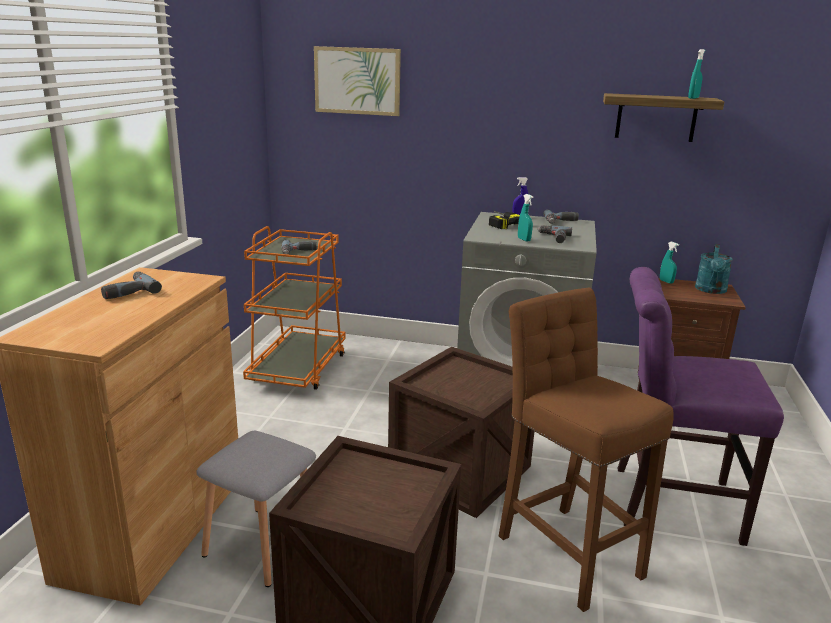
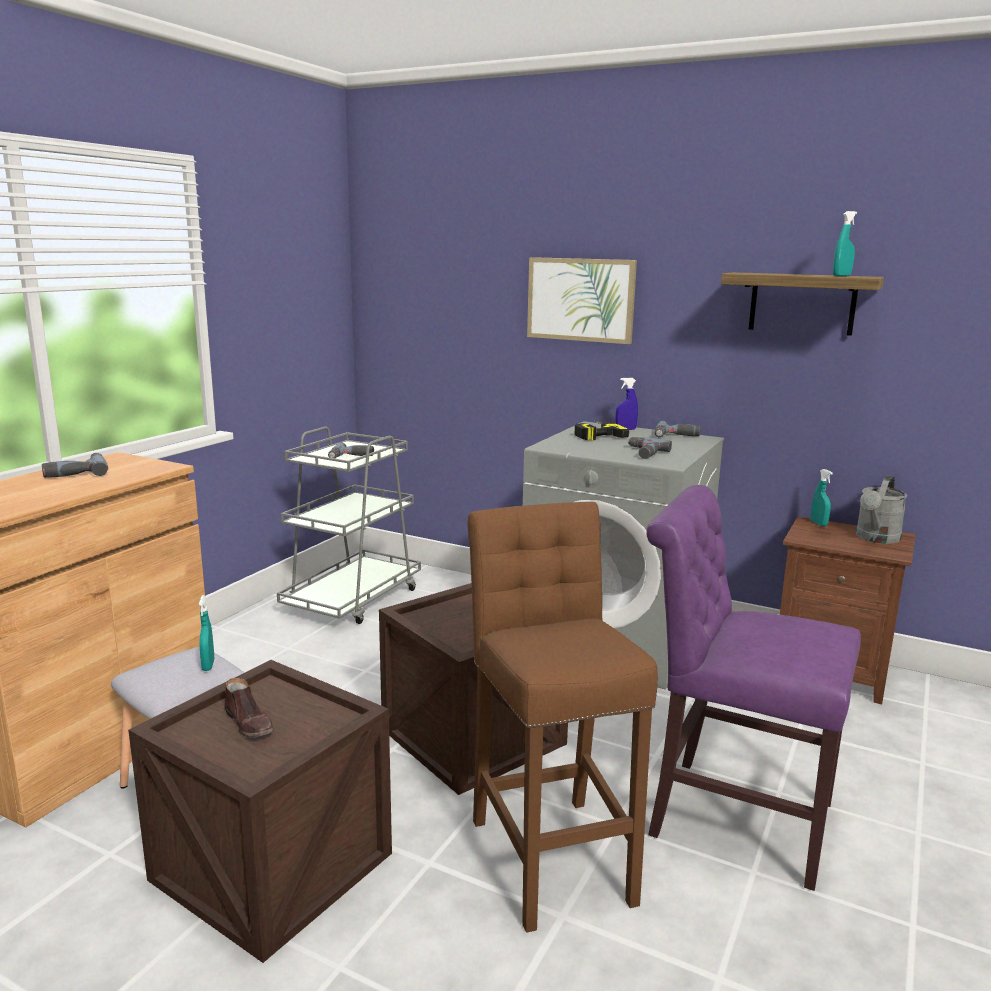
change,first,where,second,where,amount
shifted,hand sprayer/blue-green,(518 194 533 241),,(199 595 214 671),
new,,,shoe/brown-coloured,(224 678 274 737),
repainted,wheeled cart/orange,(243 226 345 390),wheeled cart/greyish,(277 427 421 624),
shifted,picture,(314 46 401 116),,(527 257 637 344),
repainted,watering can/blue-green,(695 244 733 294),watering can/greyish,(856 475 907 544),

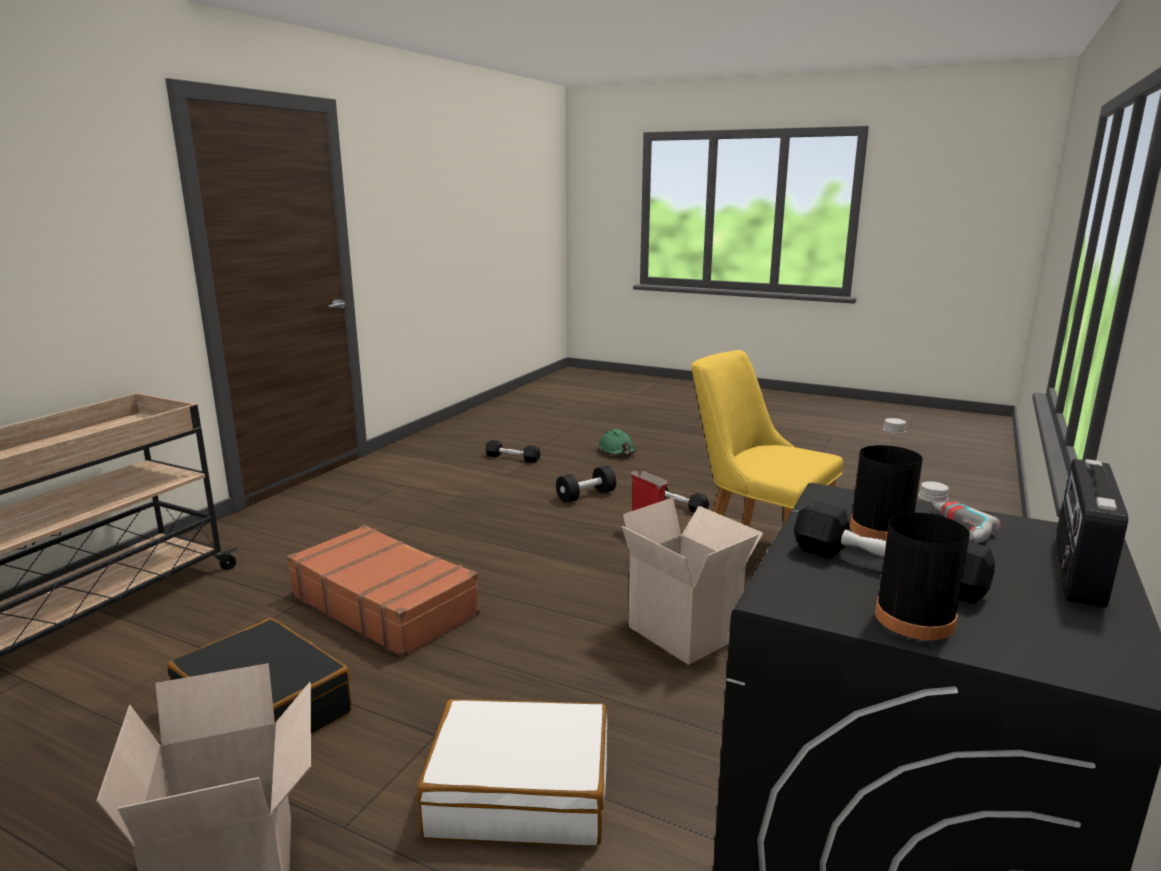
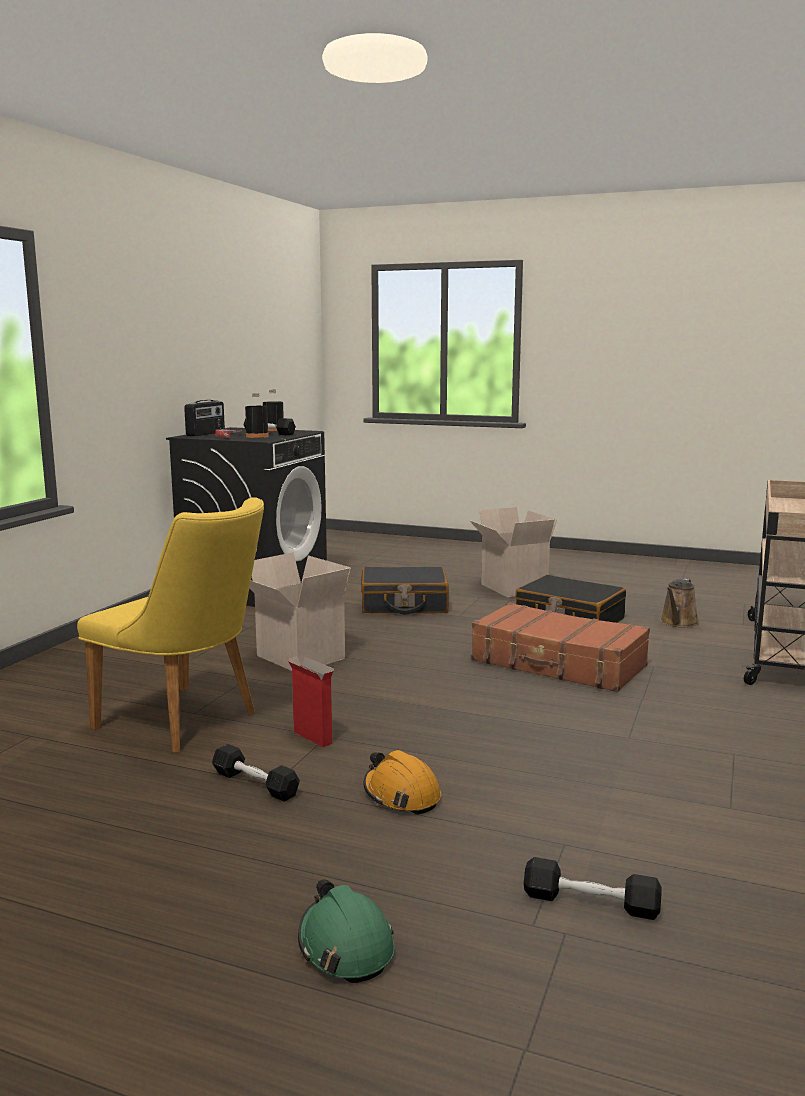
change,first,where,second,where,amount
repainted,piece of luggage/white,(417 699 607 846),piece of luggage/black,(361 567 449 614),
swapped,dumbbell/black,(556 466 616 503),safety helmet/orange,(364 750 441 815),
new,,,watering can/brown-coloured,(660 579 699 627),

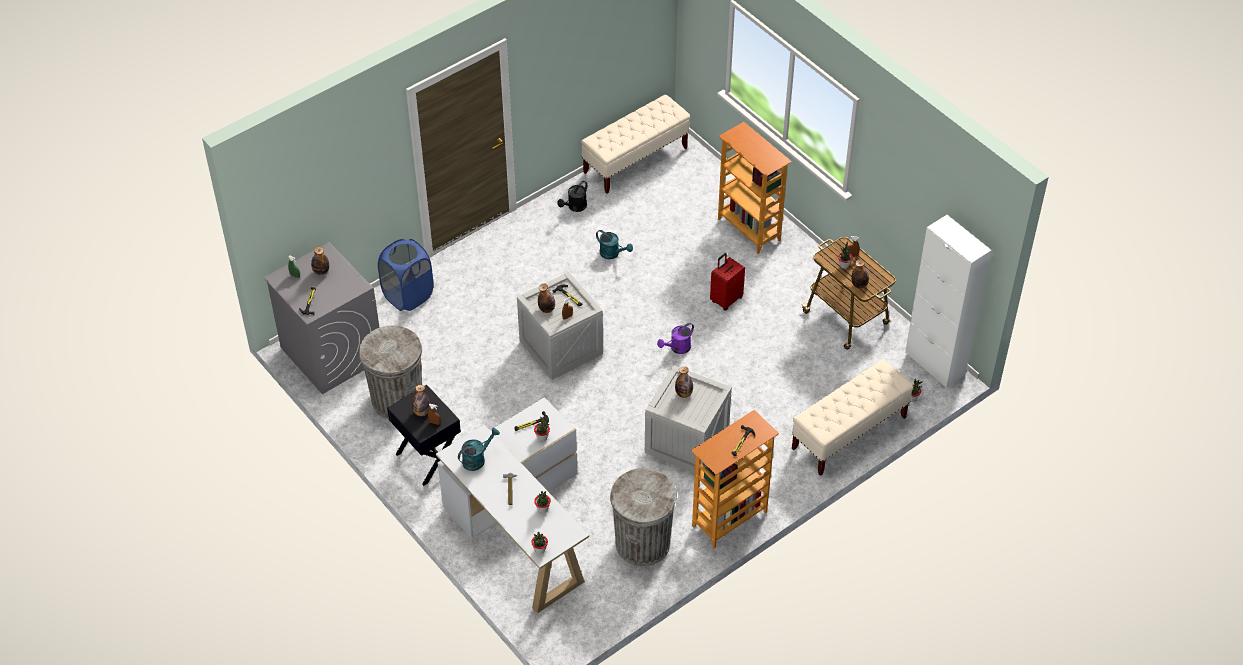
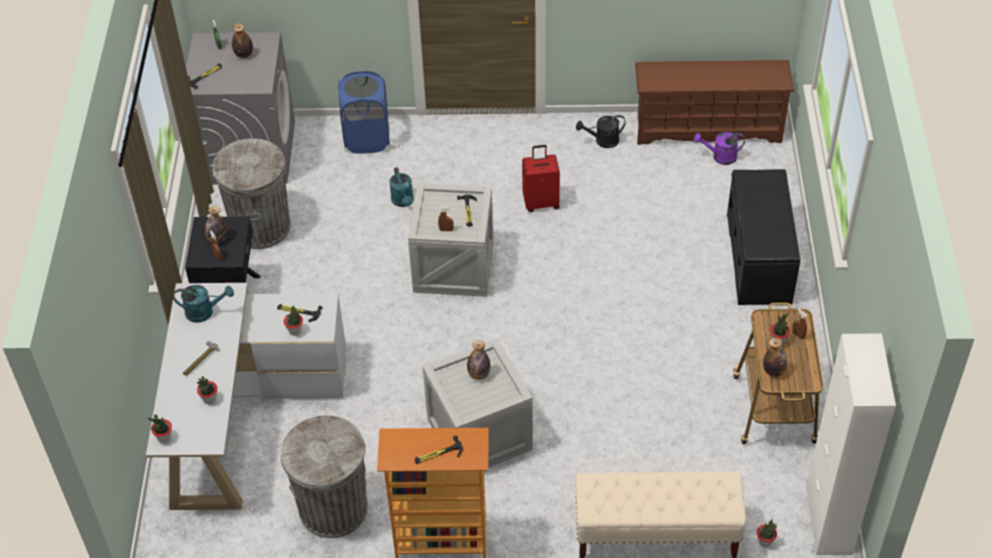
change,first,where,second,where,amount
shifted,watering can/blue-green,(596 230 633 259),,(389 167 414 207),
shifted,piece of luggage/reddish,(710 253 745 311),,(522 145 560 212),
swapped,indoor bench/beige-coloured,(581 95 690 194),shoe stand/brown-coloured,(635 60 794 145),
shifted,watering can/purplish,(657 323 694 354),,(693 132 745 165),
swapped,shelving unit,(718 122 792 254),indoor bench/black,(727 169 800 305),
gone,bottle,(538 283 555 313),,,

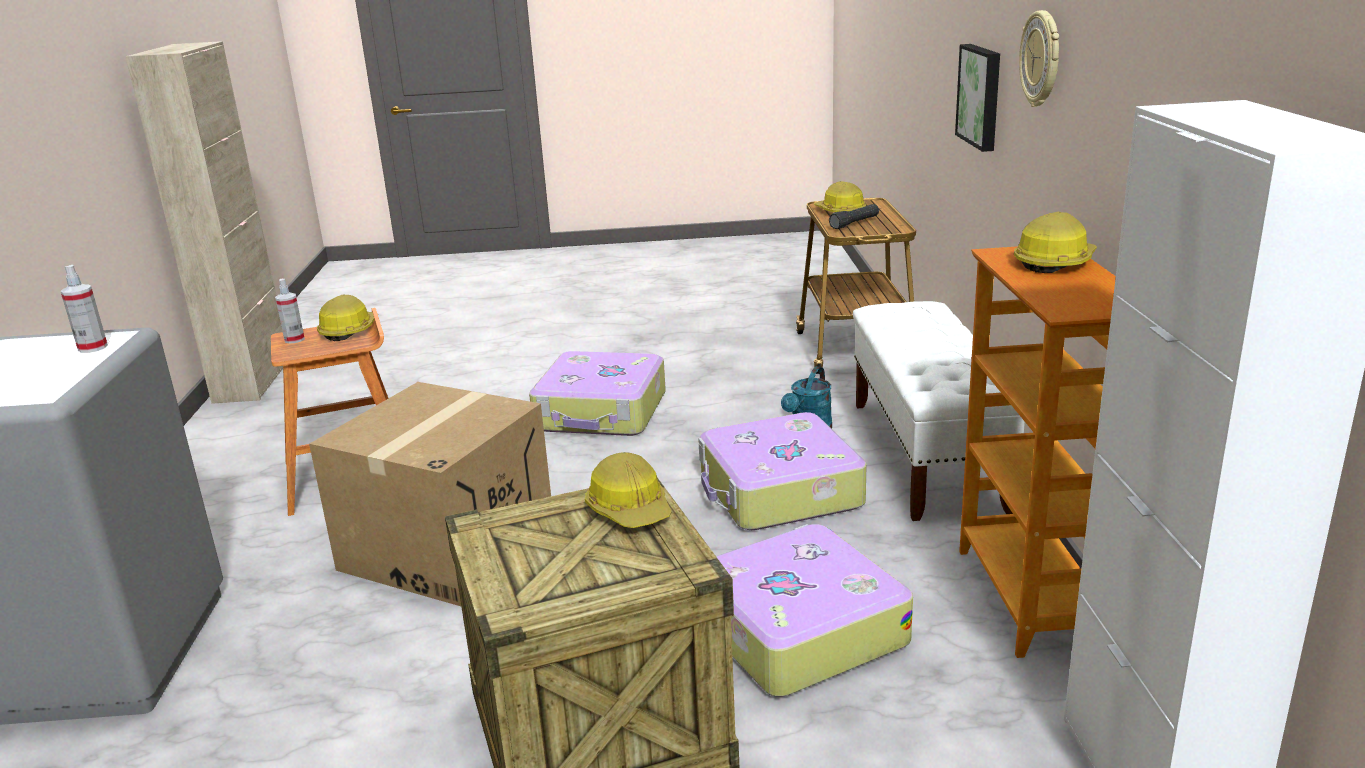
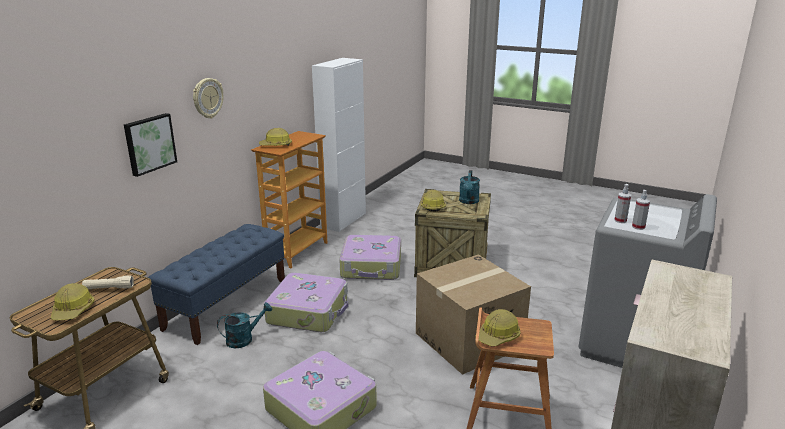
change,first,where,second,where,amount
repainted,flashlight/black,(829 204 879 229),flashlight/beige-coloured,(82 275 134 289),
repainted,indoor bench/white,(853 301 1025 521),indoor bench/bluish,(148 224 285 345),
new,,,watering can/blue-green,(459 170 480 204),
shifted,hand sprayer,(275 279 305 344),,(632 190 650 230),

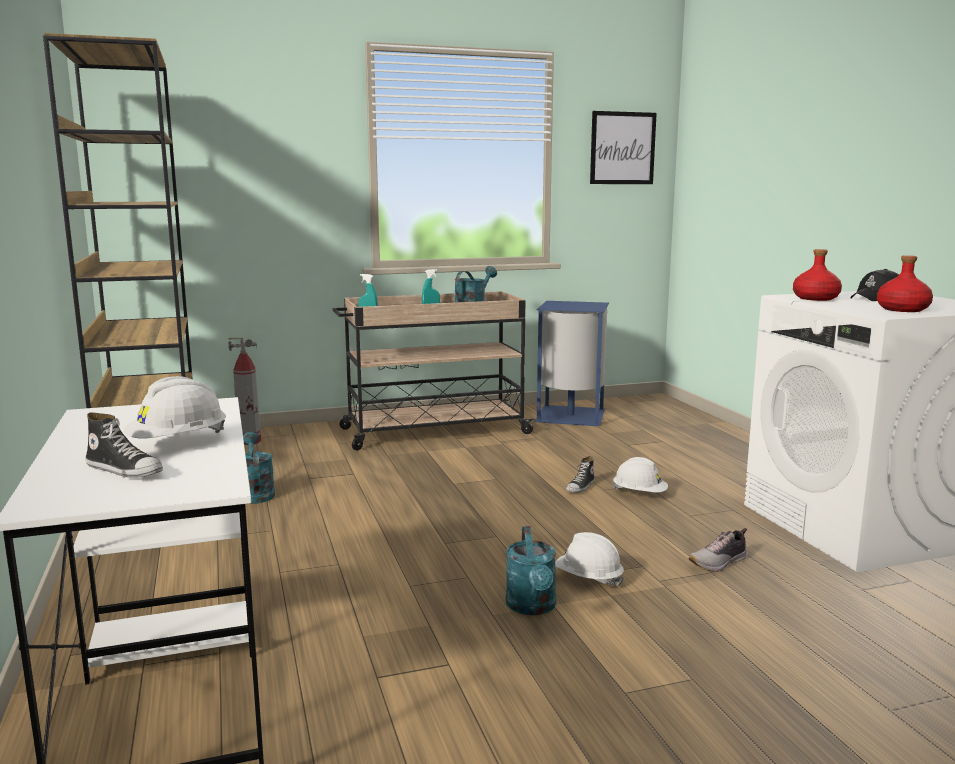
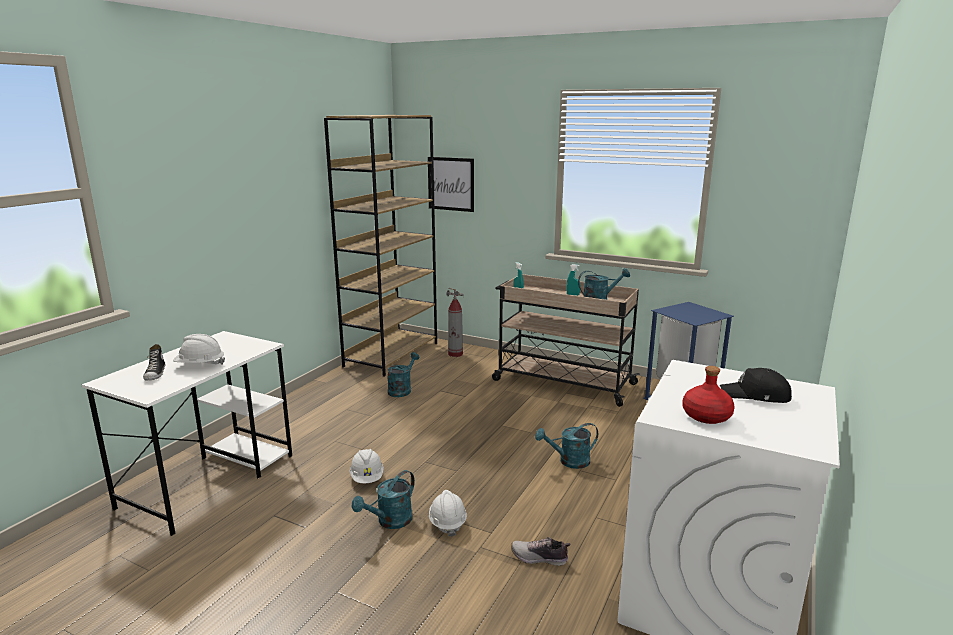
change,first,where,second,where,amount
shifted,safety helmet/white,(612 457 668 493),,(349 449 384 483),
shifted,picture,(590 111 657 184),,(428 157 474 212),
swapped,shoe,(566 456 595 493),watering can/blue-green,(535 423 598 469),
gone,bottle/reddish,(793 249 842 301),,,

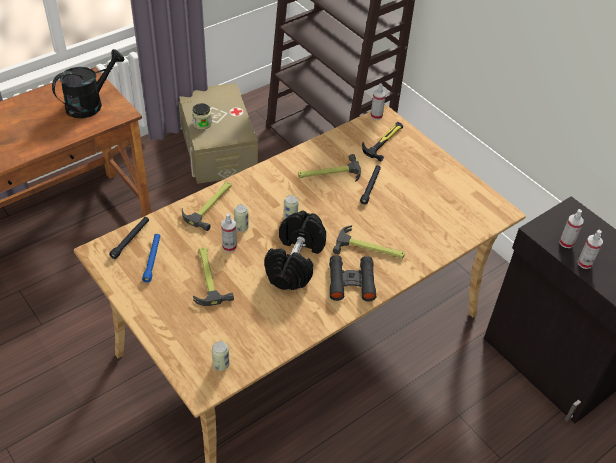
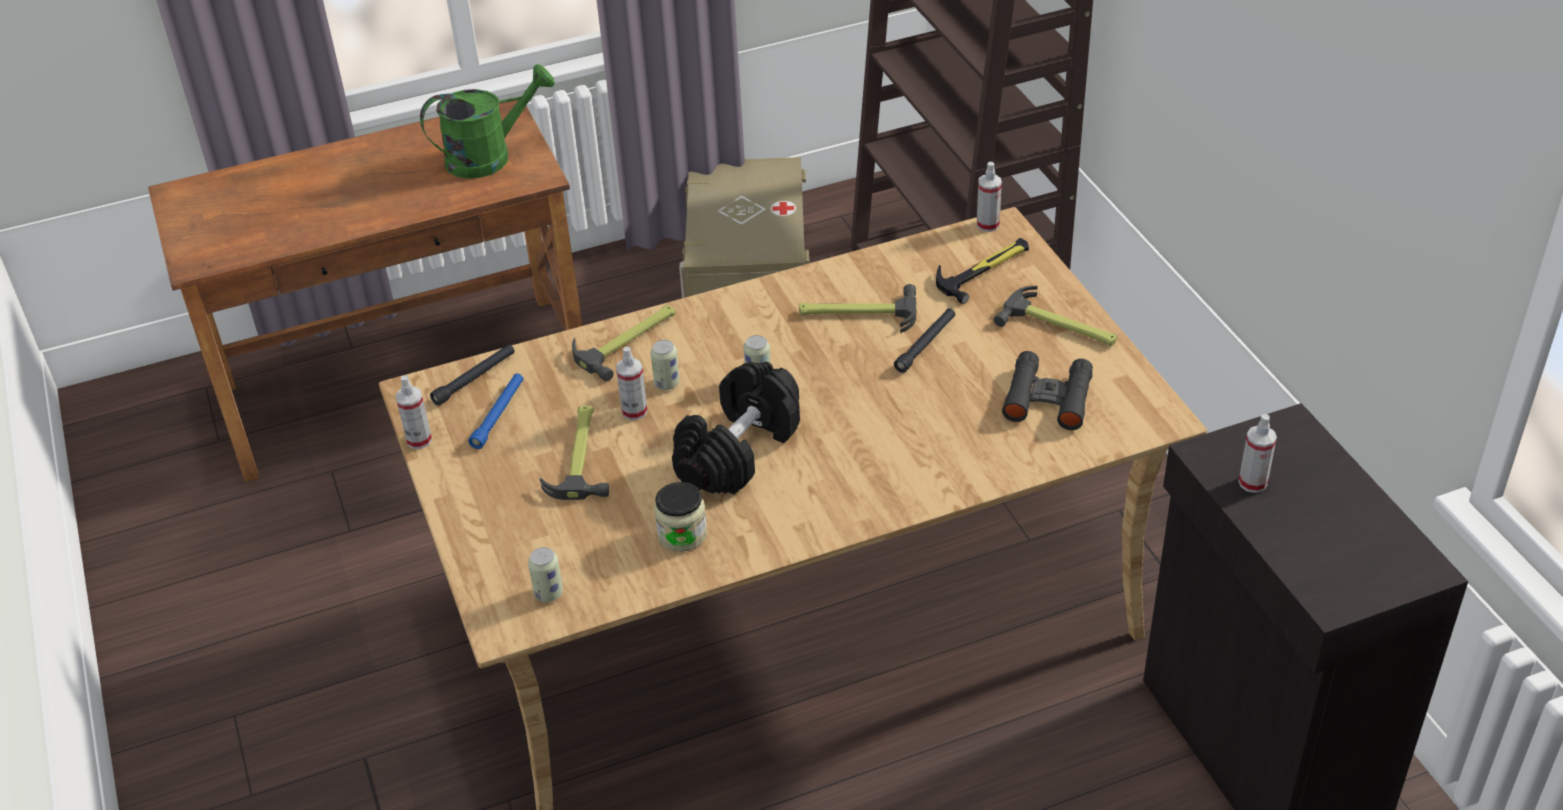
change,first,where,second,where,amount
shifted,hand sprayer,(577 230 603 269),,(395 375 432 449),
repainted,watering can/black,(52 49 125 118),watering can/greenish,(420 64 555 179),
shifted,preserve jar,(192 103 212 130),,(654 482 707 552),
shifted,hammer,(333 225 405 259),,(994 286 1117 346),
shifted,pair of binoculars/black,(329 255 376 301),,(1002 351 1093 430),

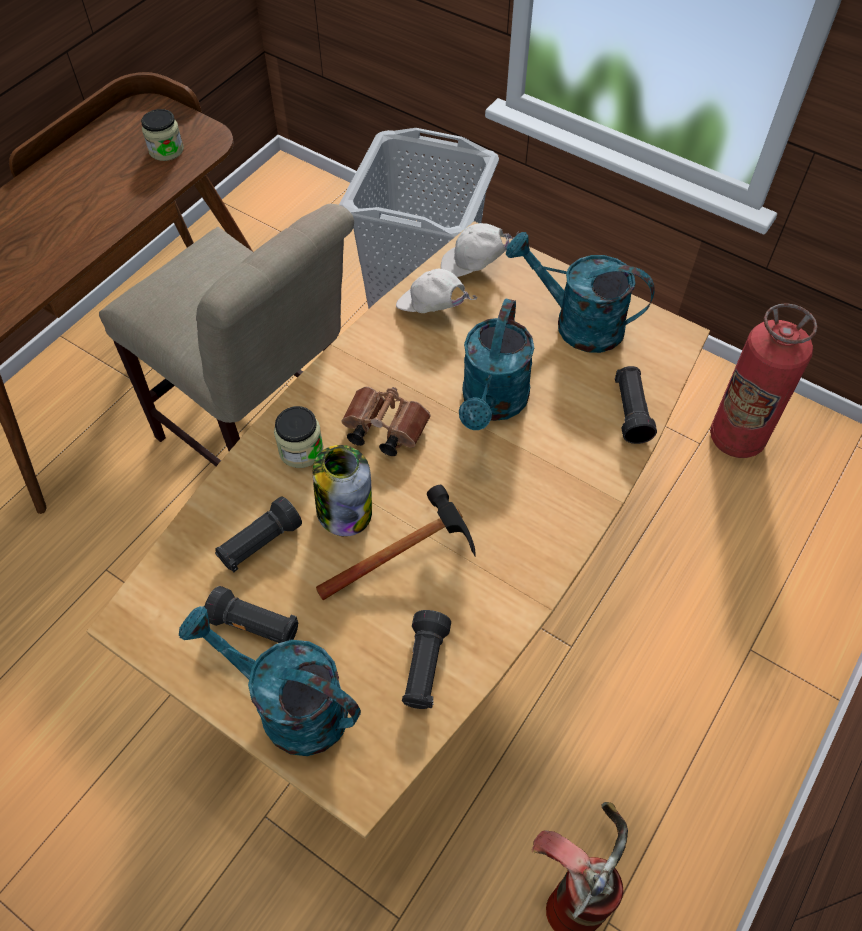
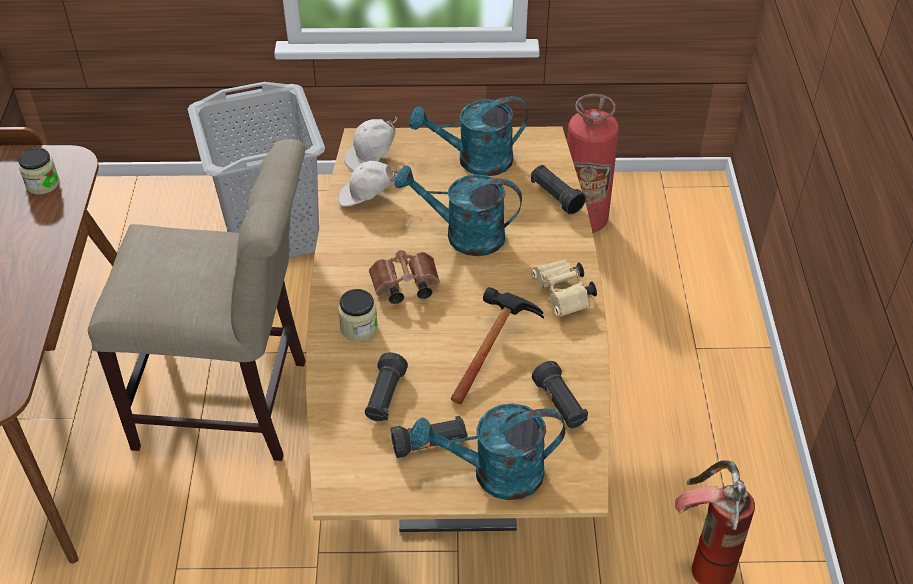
change,first,where,second,where,amount
rotated,watering can/blue-green,(459 299 534 430),,(395 165 522 256),120 degrees clockwise
new,,,pair of binoculars/beige-coloured,(531 259 597 317),
gone,preserve jar,(313 445 372 536),,,

